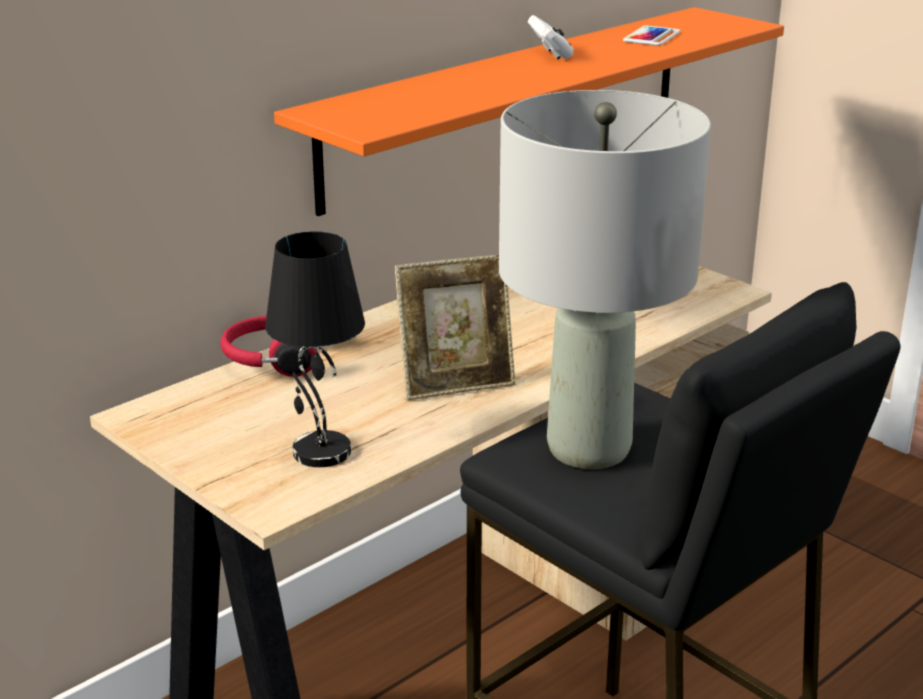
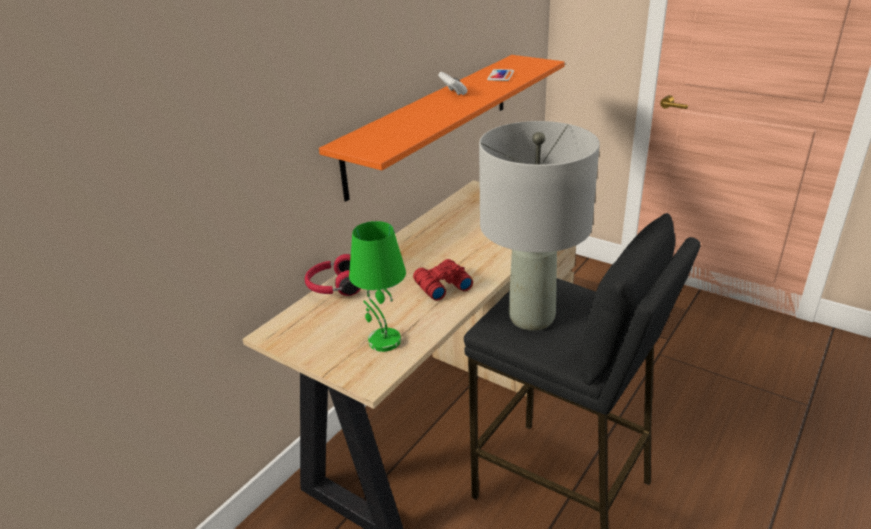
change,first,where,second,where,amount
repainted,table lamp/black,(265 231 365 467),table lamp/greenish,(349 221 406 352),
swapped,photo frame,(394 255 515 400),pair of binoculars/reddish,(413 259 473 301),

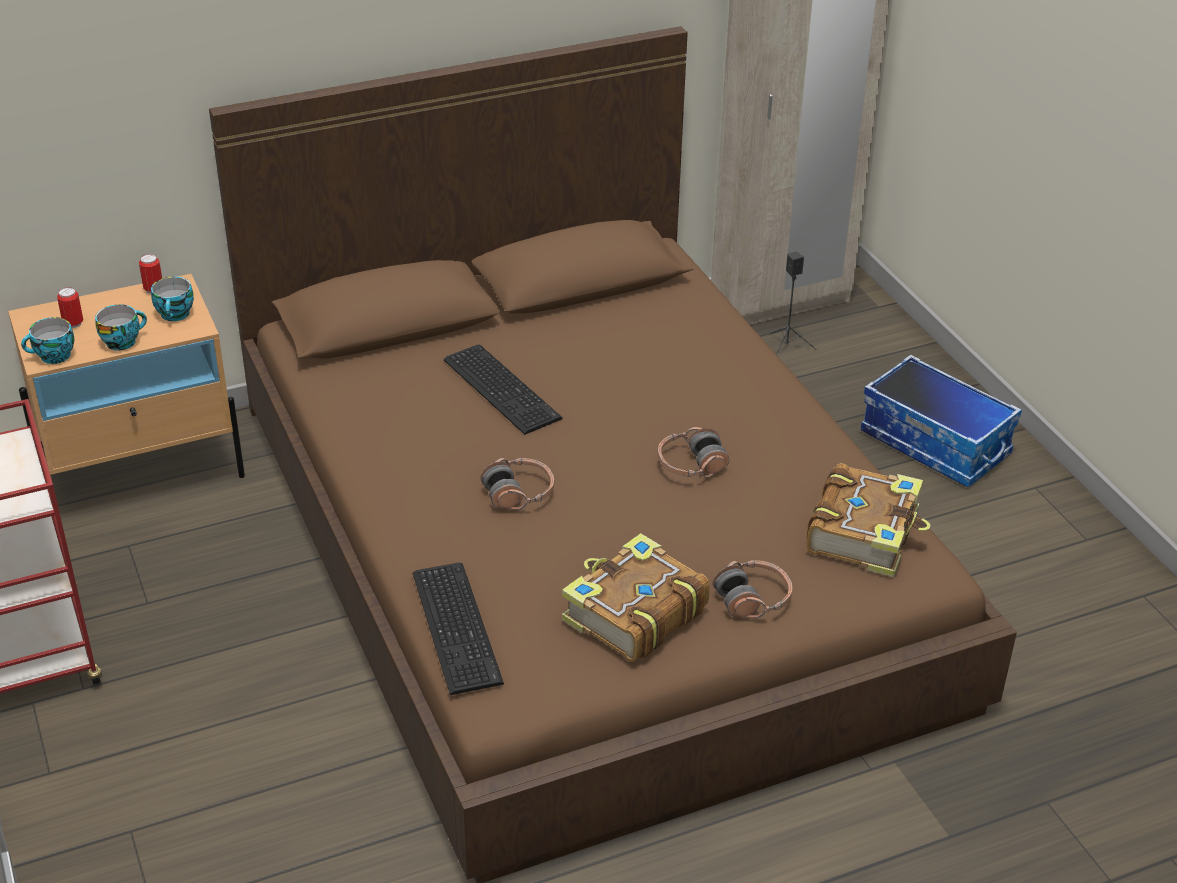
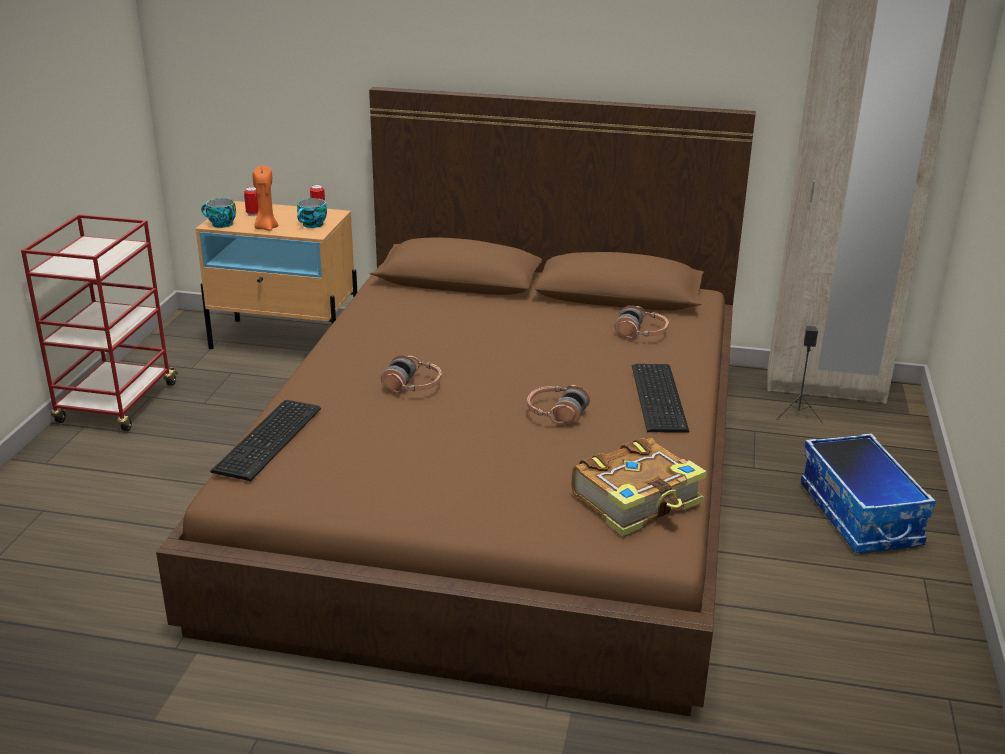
change,first,where,second,where,amount
swapped,small cup,(95 304 147 351),wax light/orange,(253 165 278 231),
shifted,pair of headphones,(713 560 792 618),,(615 305 669 339),
shifted,keyboard,(444 344 563 435),,(632 364 689 433),
gone,bound book,(562 533 710 662),,,

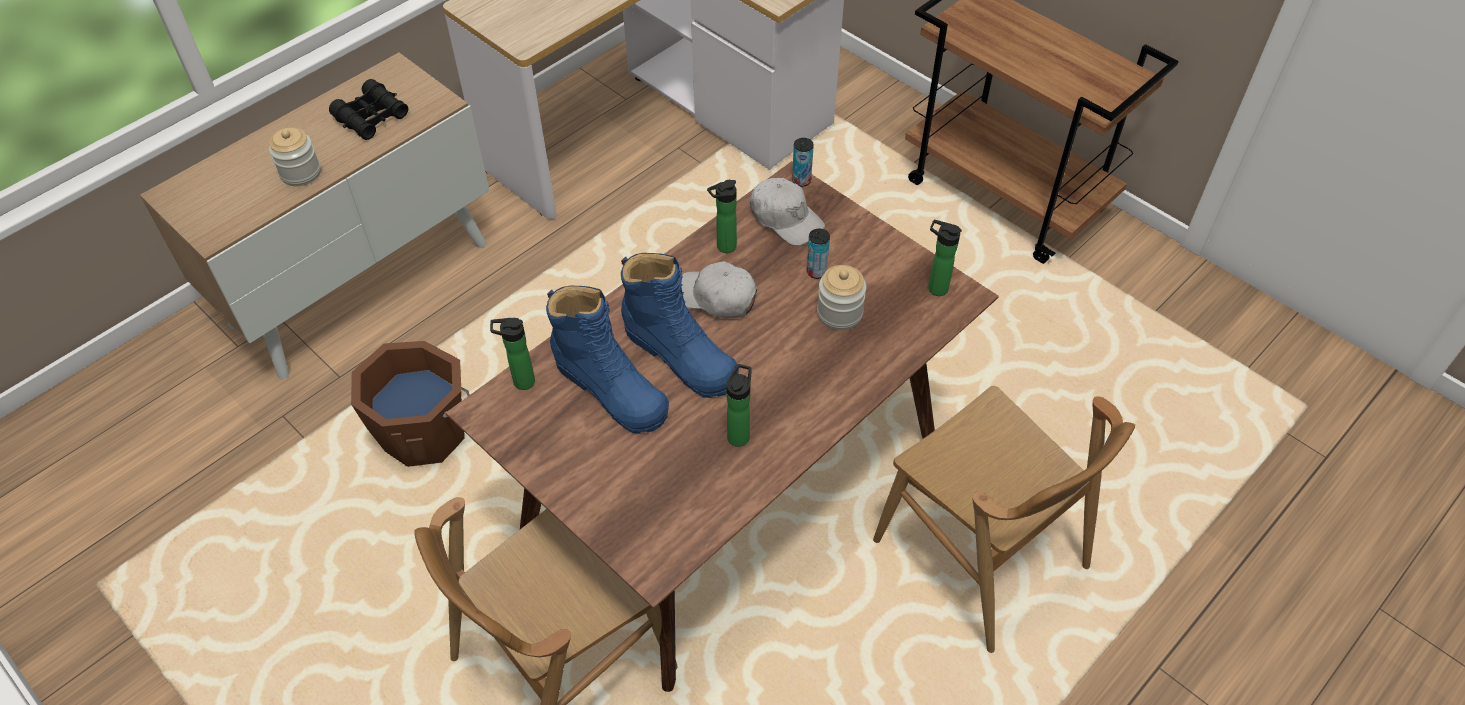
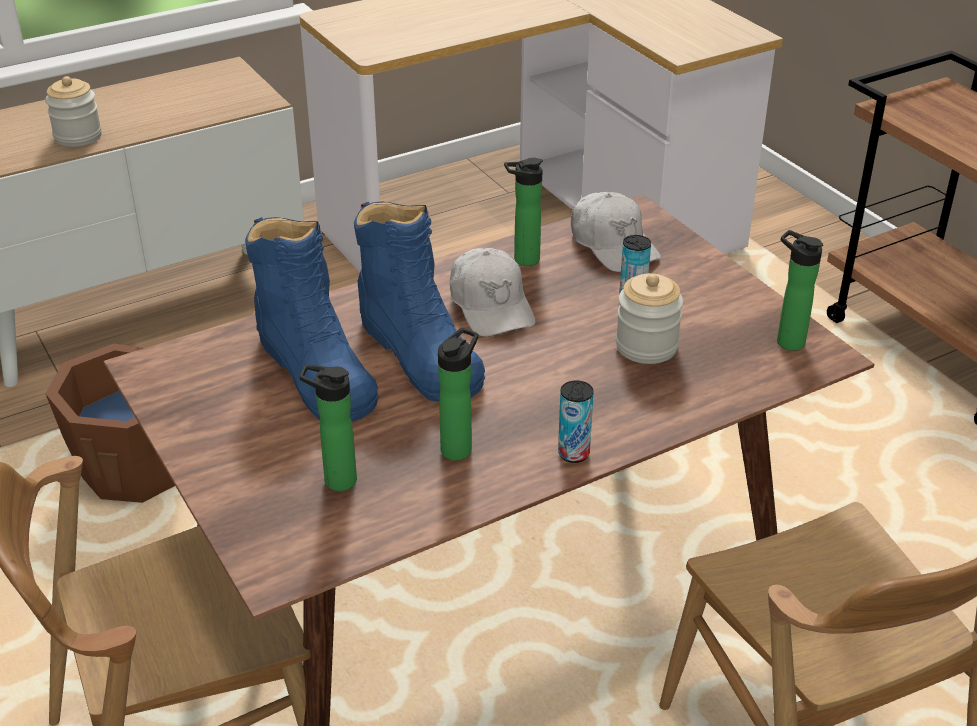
change,first,where,second,where,amount
shifted,bottle,(490 318 535 390),,(300 364 357 491),
rotated,peaked cap/white,(682 261 757 318),,(450 248 535 337),150 degrees counterclockwise
shifted,metal can,(792 138 814 187),,(558 380 594 463),
gone,pair of binoculars/black,(329 79 408 140),,,

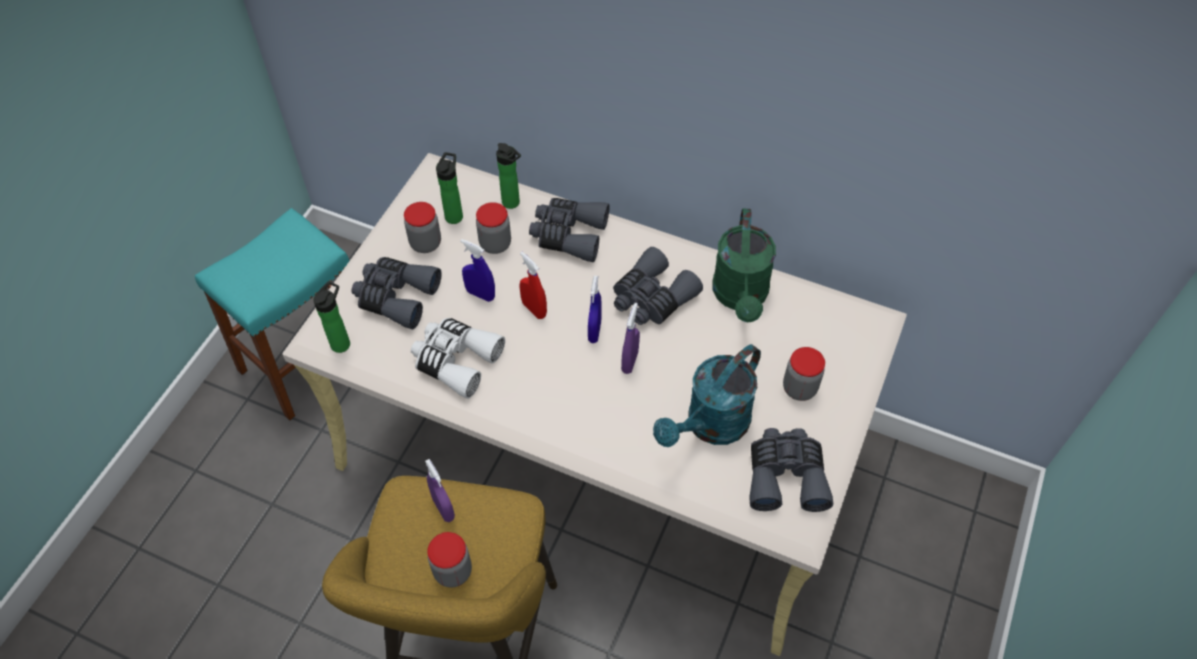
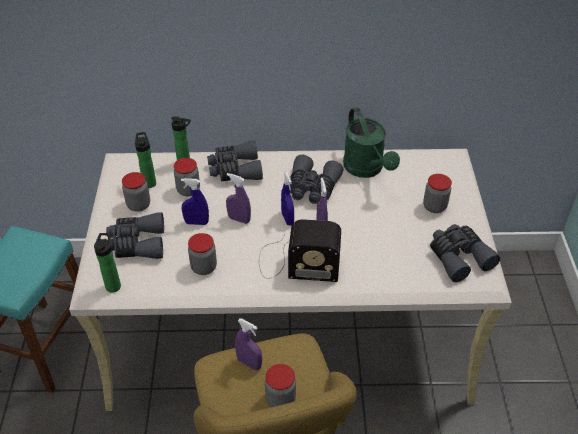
change,first,where,second,where,amount
swapped,pair of binoculars/white,(411 318 505 399),preserve jar,(188 233 217 275),
repainted,hand sprayer/reddish,(519 252 547 319),hand sprayer/purplish,(226 173 251 224),
new,,,radio receiver,(259 219 341 282),
gone,watering can/blue-green,(653 344 761 447),,,

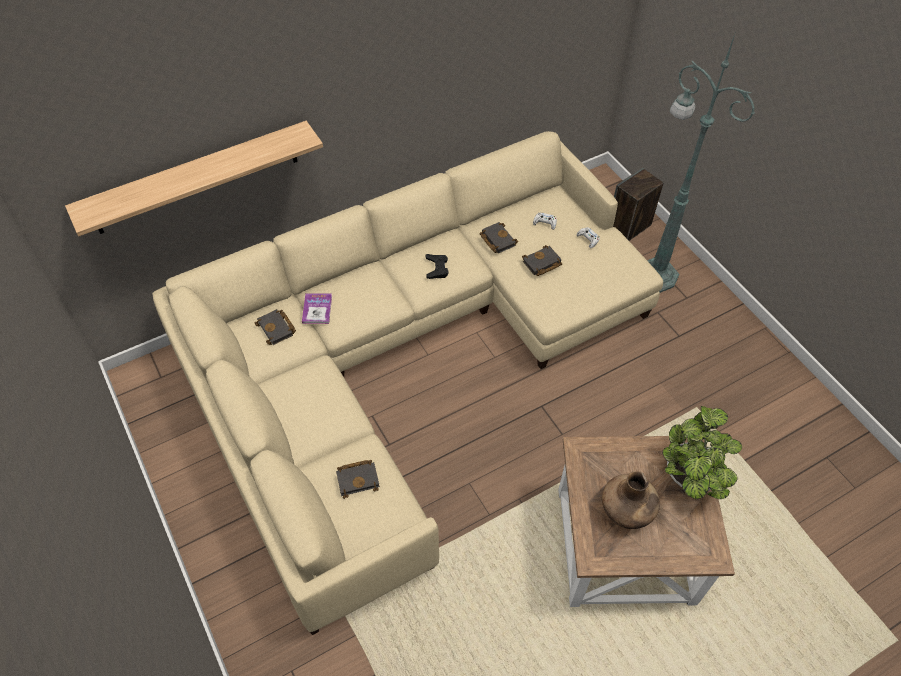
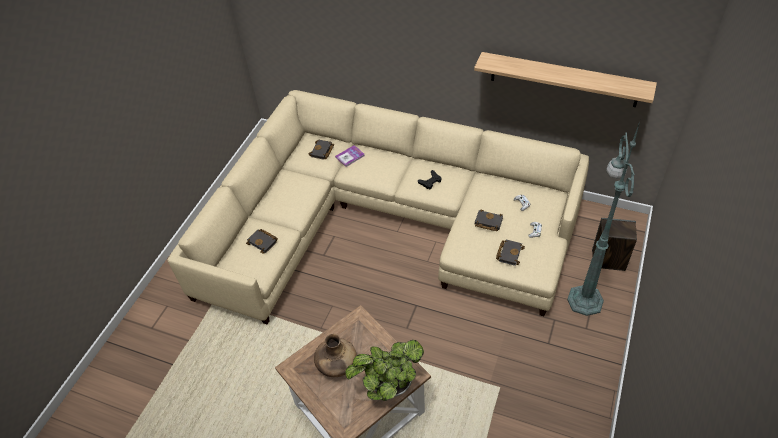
change,first,where,second,where,amount
shifted,bracket shelf,(65 121 323 236),,(474 52 657 107),
shifted,bound book/black,(479 222 518 253),,(496 240 525 266),

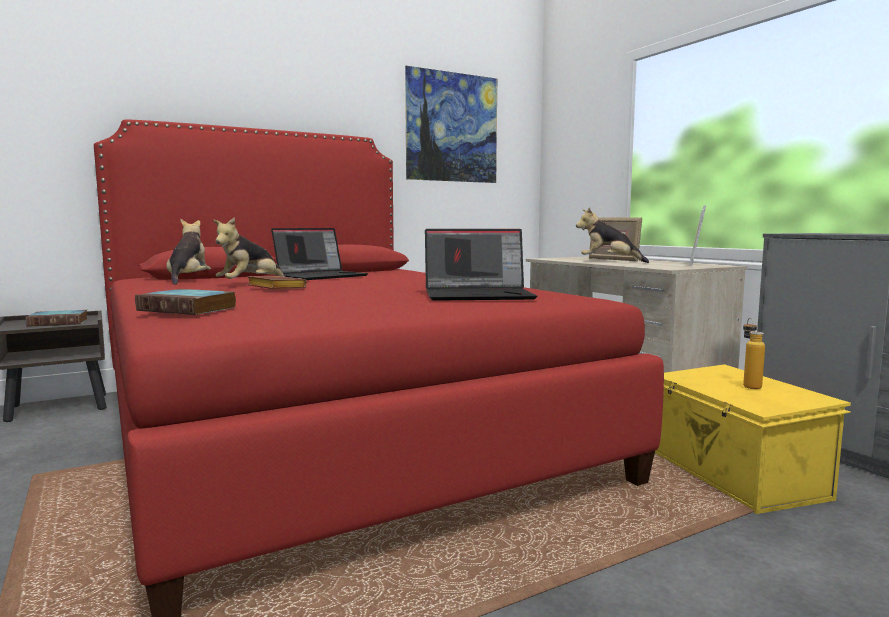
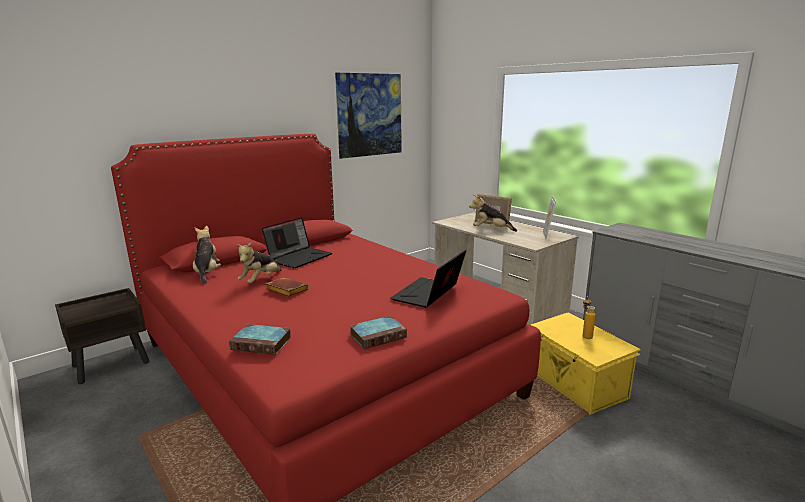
change,first,where,second,where,amount
shifted,bound book,(25 310 88 327),,(350 316 407 349),
rotated,laptop,(425 229 537 301),,(390 250 466 308),135 degrees clockwise

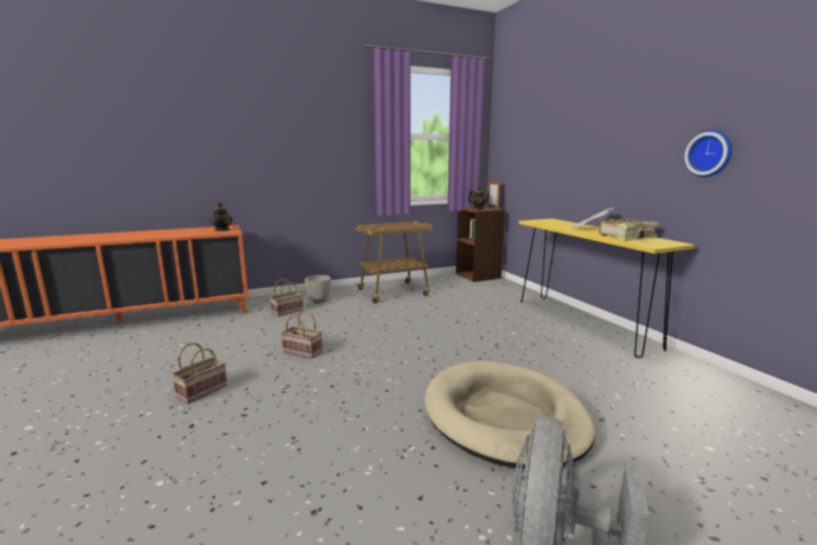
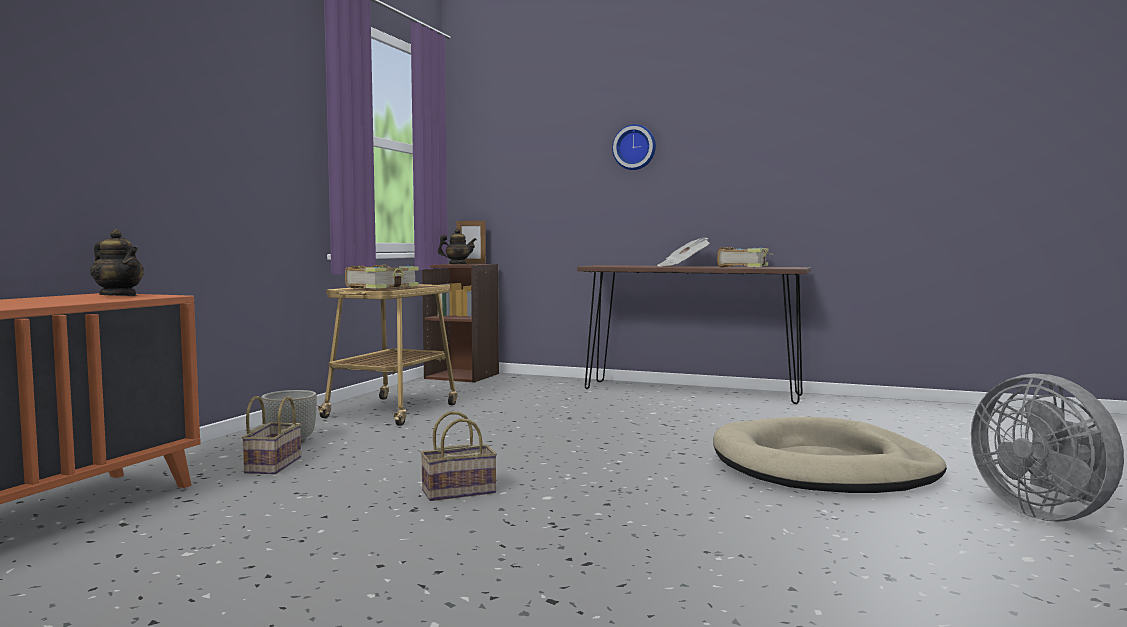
change,first,where,second,where,amount
new,,,bound book,(345 265 419 289),
repainted,narrow table/yellow-coloured,(519 219 695 358),narrow table/brown-coloured,(577 265 811 404),
shifted,clock on the wall,(685 130 733 177),,(612 124 656 170),
gone,basket,(171 342 228 404),,,

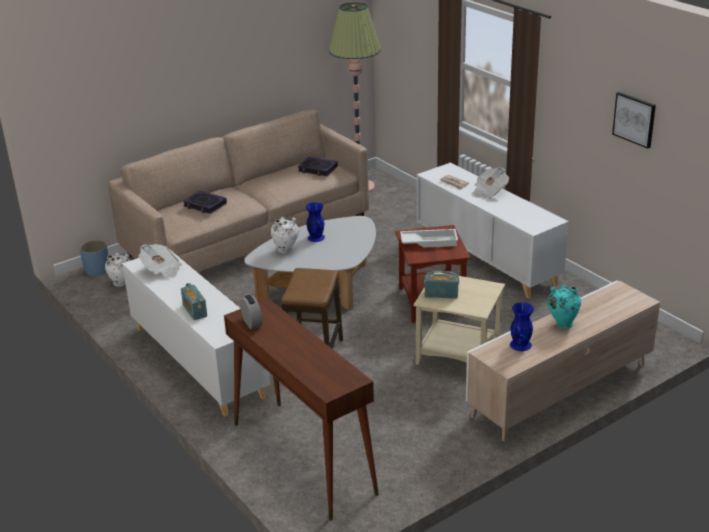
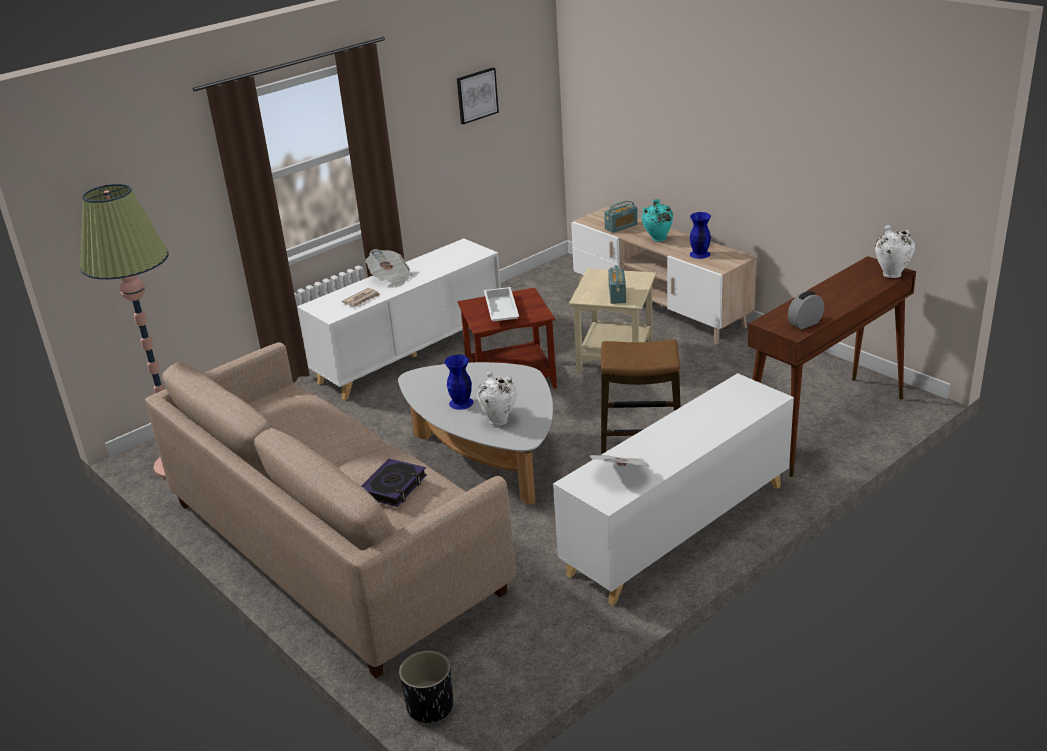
change,first,where,second,where,amount
repainted,planter/bluish,(79 240 108 277),planter/black,(399 651 453 725),
shifted,radio receiver,(181 283 207 320),,(604 201 638 233),
shifted,decorative vase/white,(105 252 131 287),,(875 225 915 278),
gone,bound book,(298 157 338 176),,,

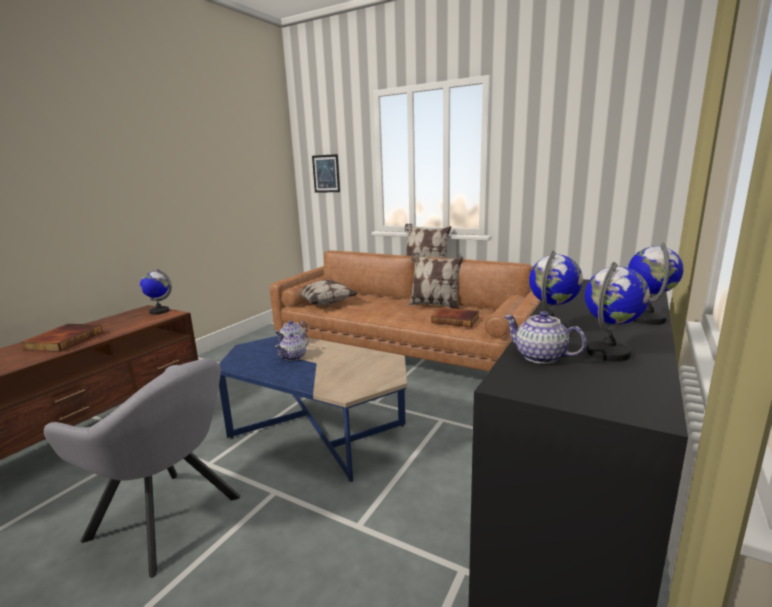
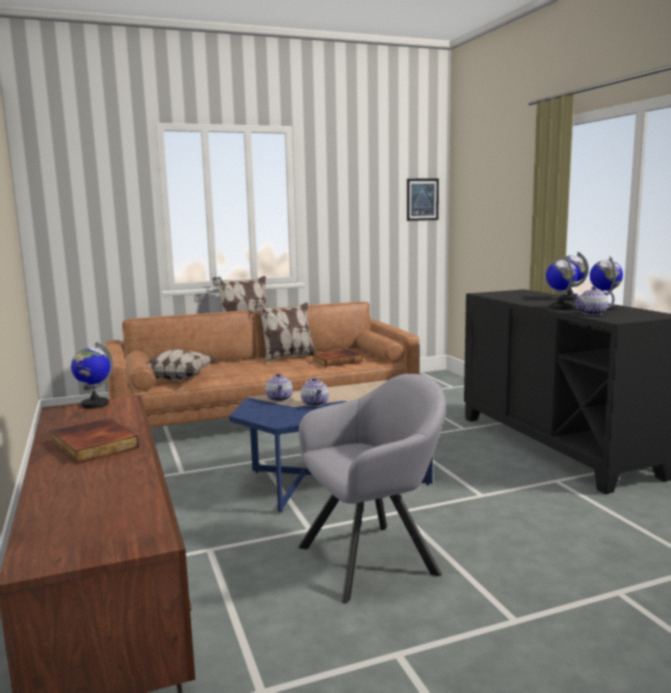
change,first,where,second,where,amount
shifted,picture,(312 154 340 192),,(407 179 439 221),

